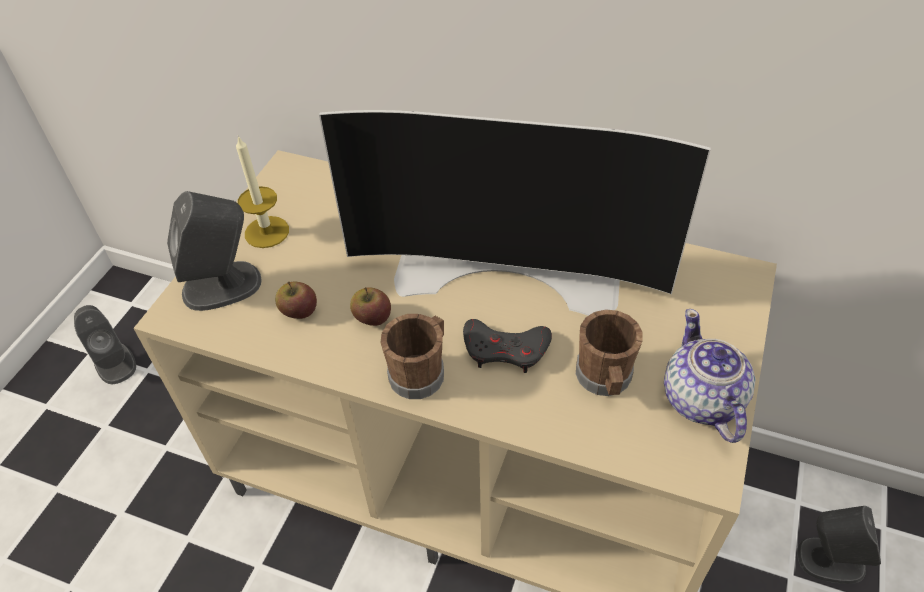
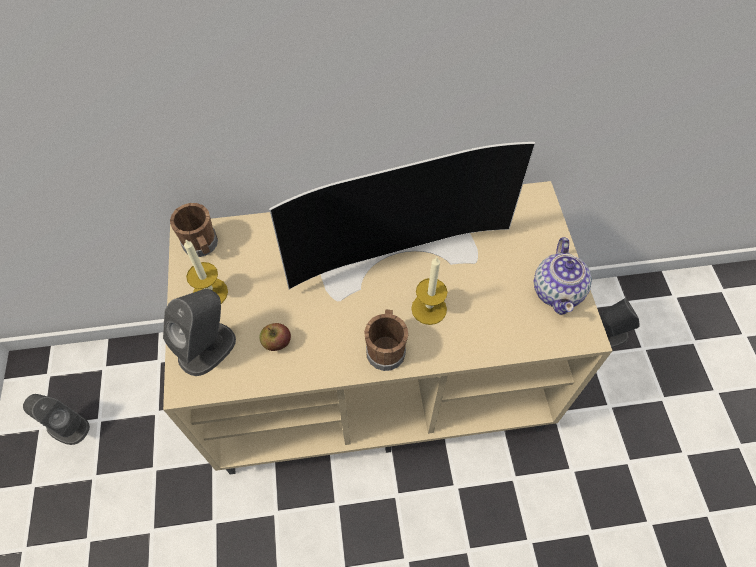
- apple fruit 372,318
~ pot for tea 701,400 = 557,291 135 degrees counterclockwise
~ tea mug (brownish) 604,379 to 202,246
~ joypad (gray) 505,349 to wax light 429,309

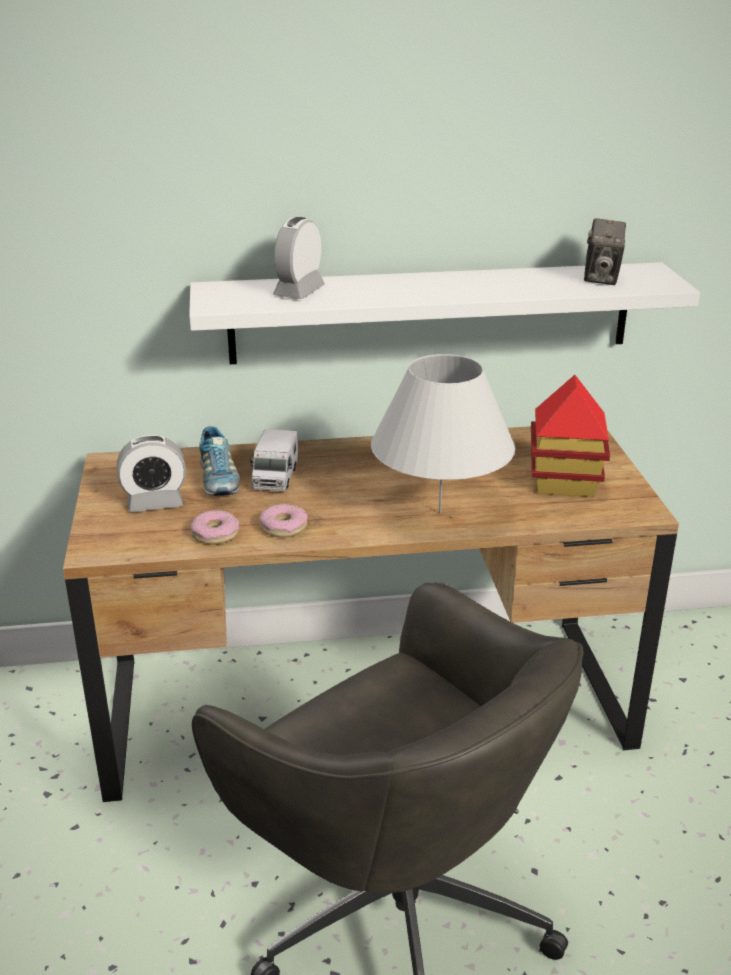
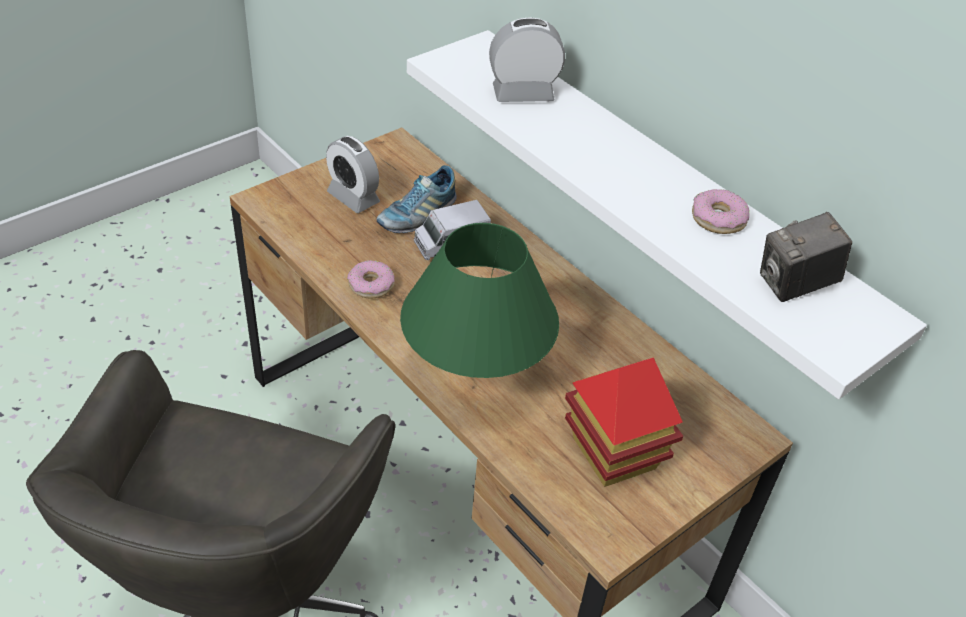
~ lamp for a table (whitish) 439,512 to lamp for a table (green) 475,376
~ doughnut 215,534 to 718,219

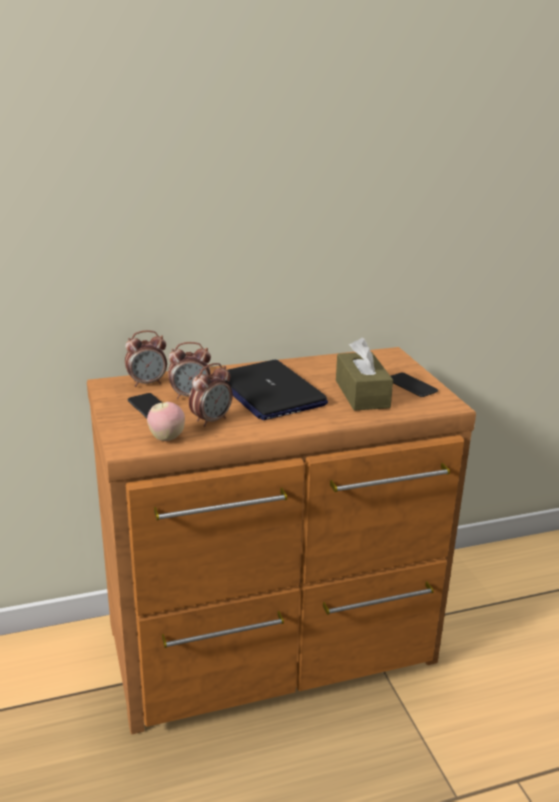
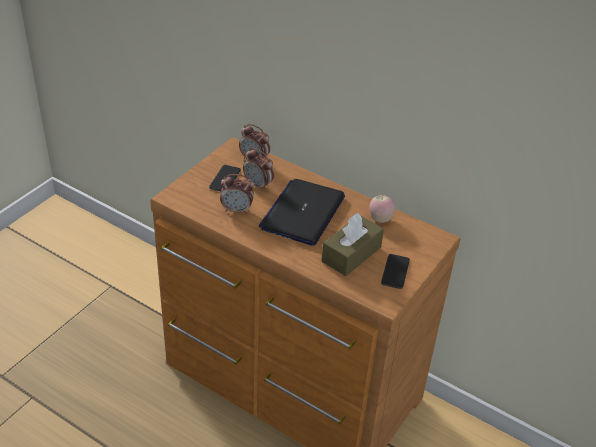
~ apple fruit 167,438 to 380,219

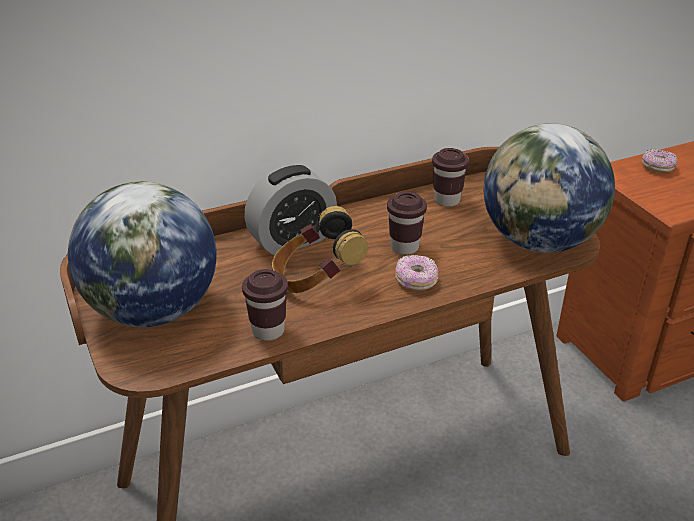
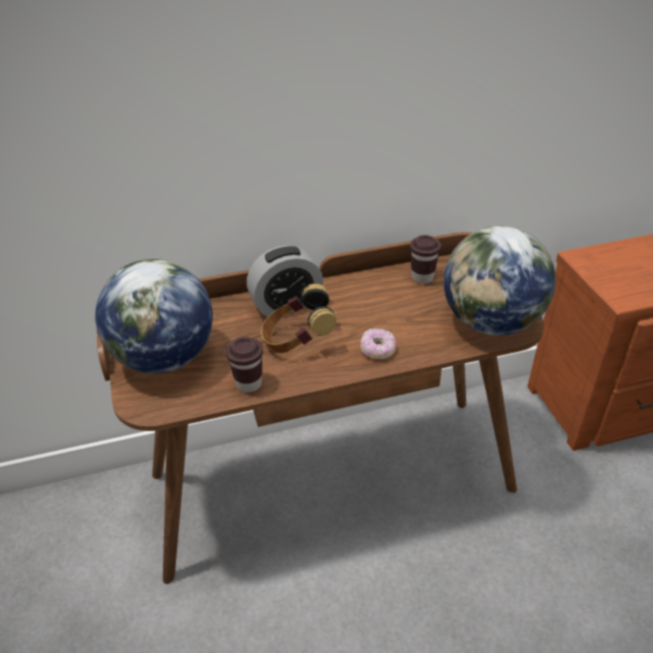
- doughnut 657,168
- small cup (brownish) 404,247

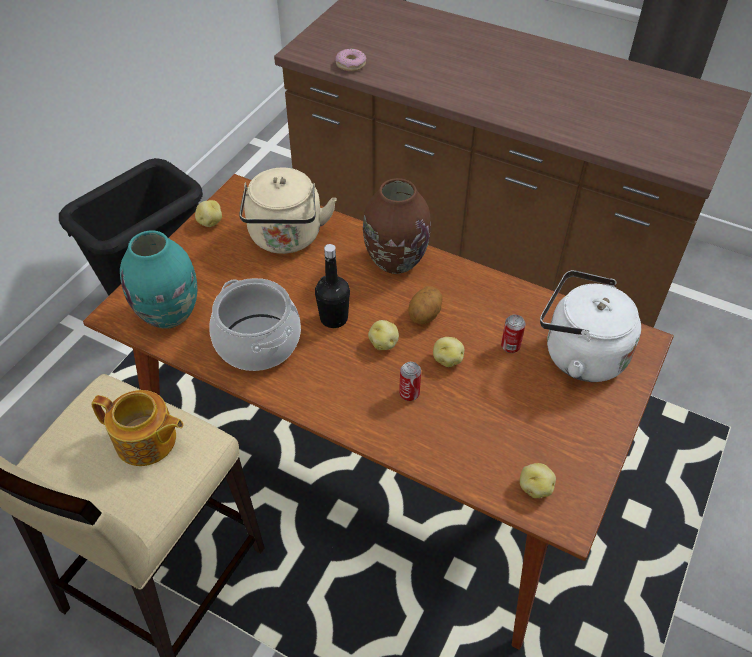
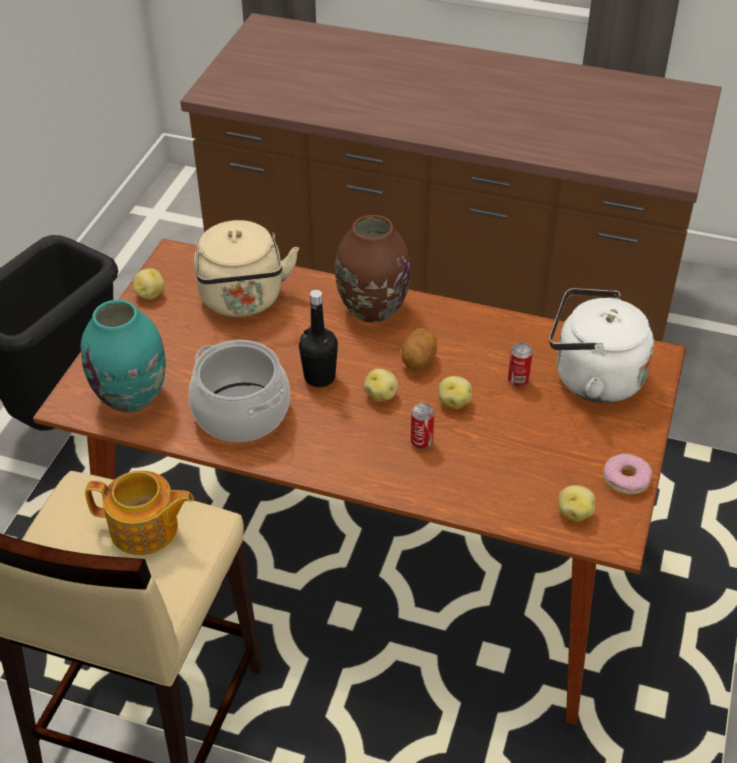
~ doughnut 350,64 to 626,479

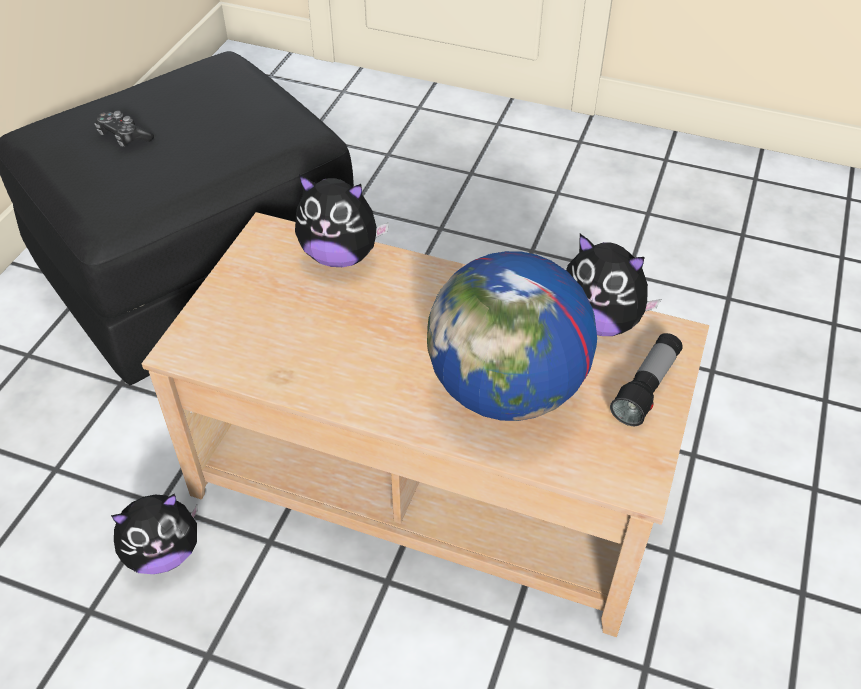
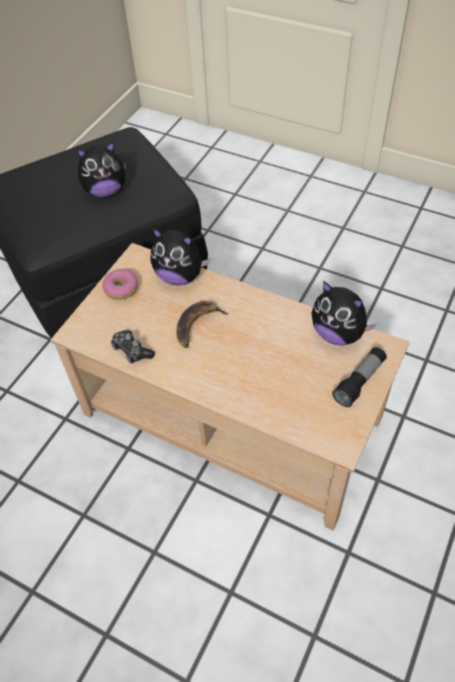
~ joypad 124,137 to 132,351
- desk globe 506,390
~ soft toy 163,553 to 105,191
+ doughnut 121,288
+ banana fruit 197,325

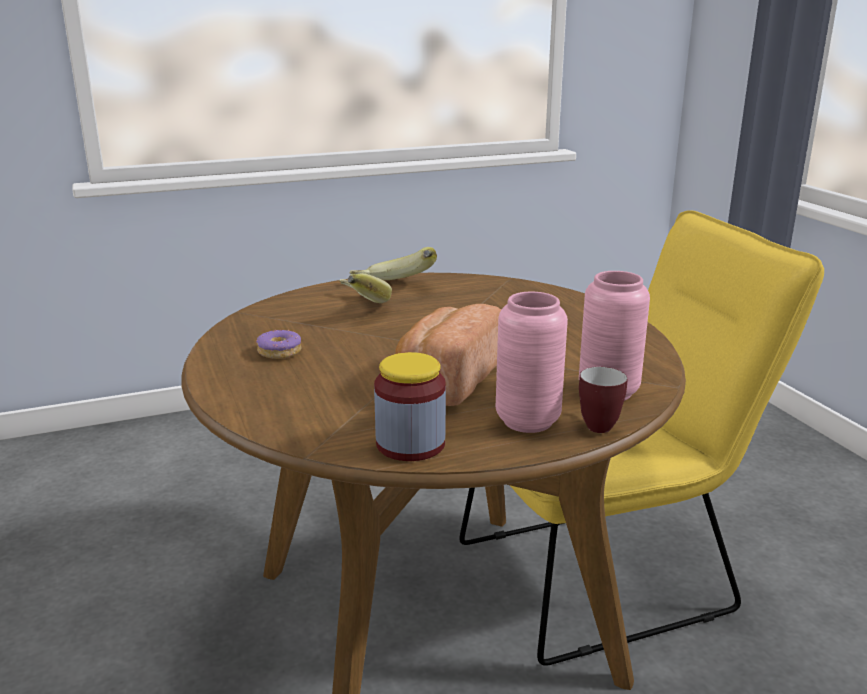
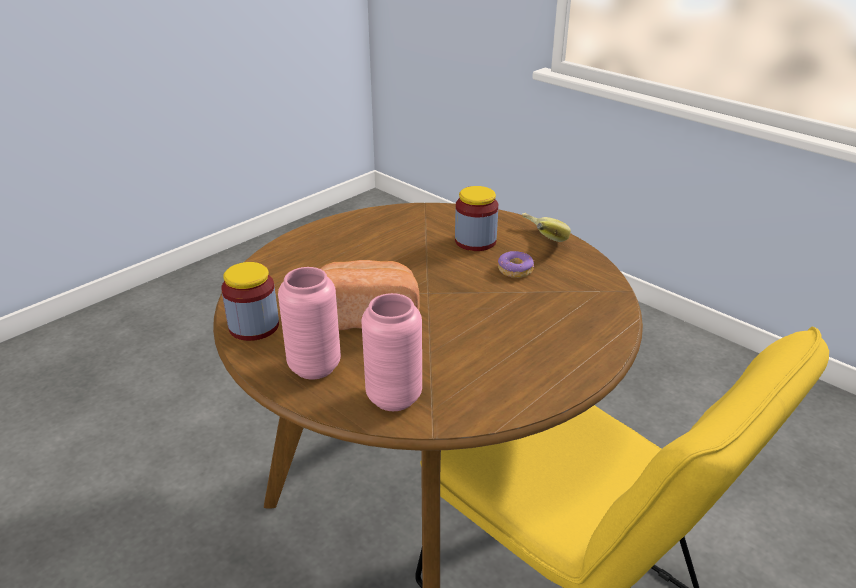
~ banana fruit 357,307 to storage jar 475,241
~ doughnut 280,352 to 515,270
- tea mug 596,424

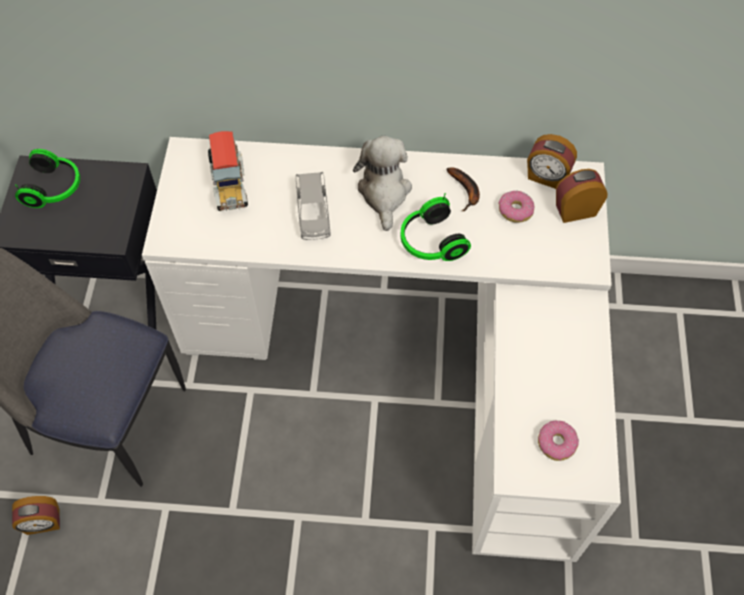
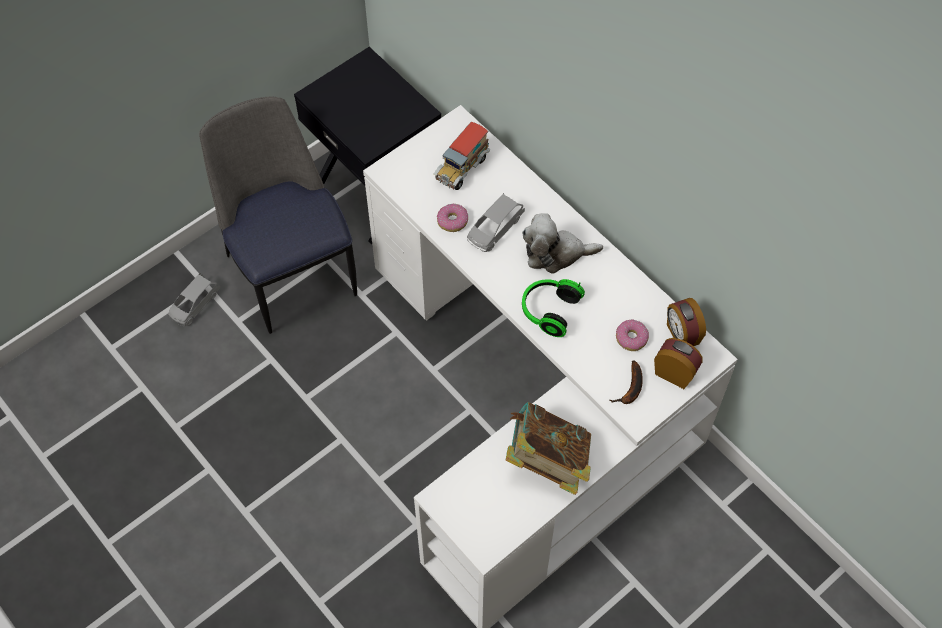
~ soft toy 384,193 = 556,253 135 degrees counterclockwise
- headset 55,188
~ banana fruit 466,191 to 631,389
~ doughnut 556,443 to 452,221
~ table clock 43,522 to model car (gray) 194,305
+ book 547,460

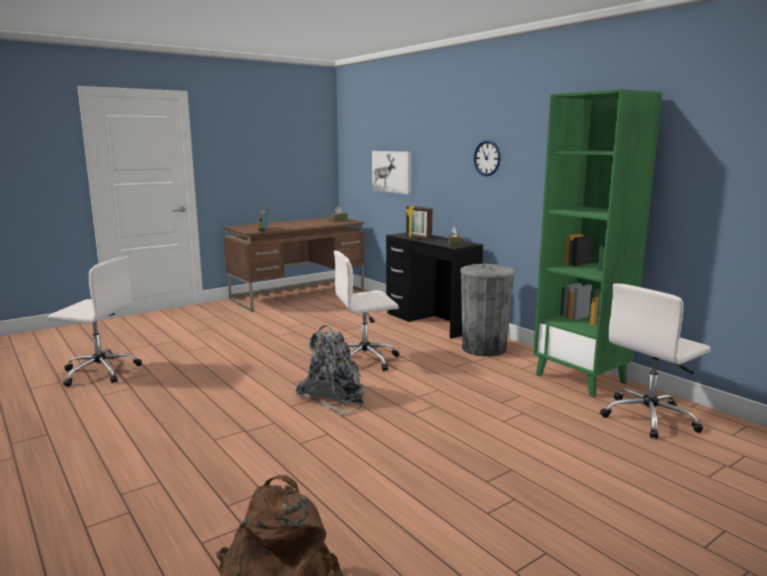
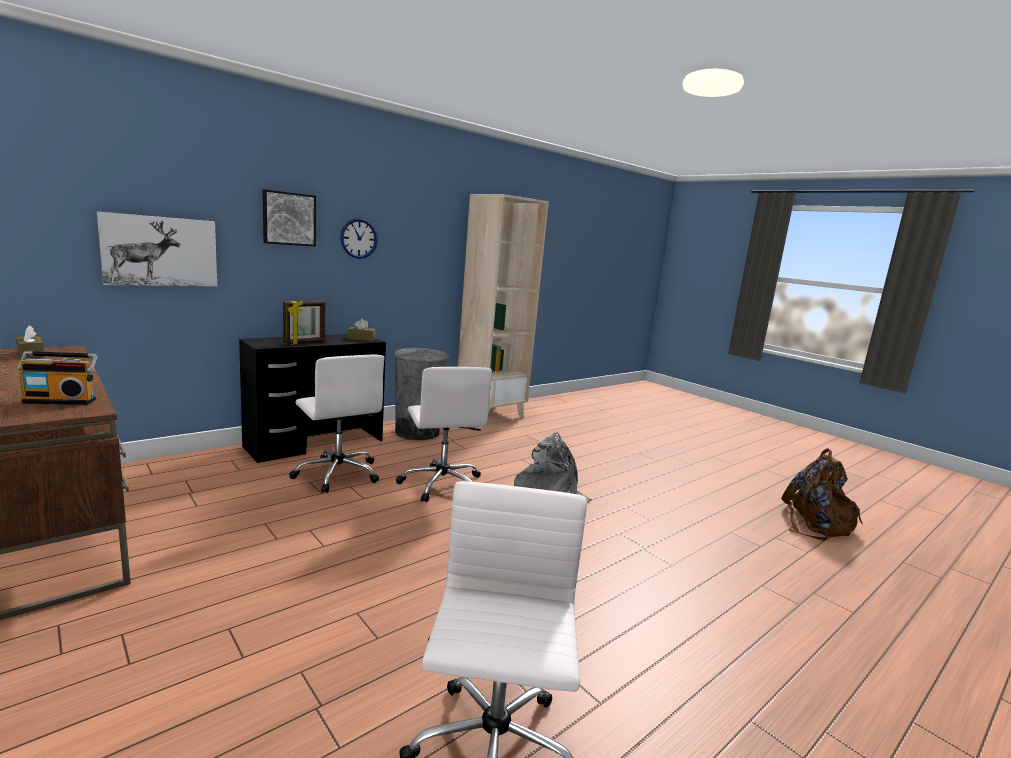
~ bookcase (green) 581,378 to bookcase (beige) 490,414
~ computer chair (whitish) 649,417 to 337,474
+ wall art 289,218

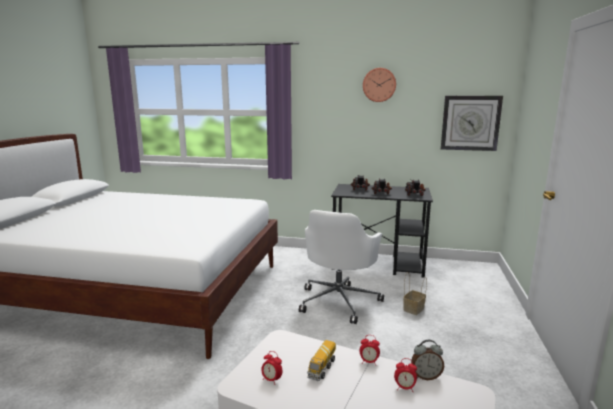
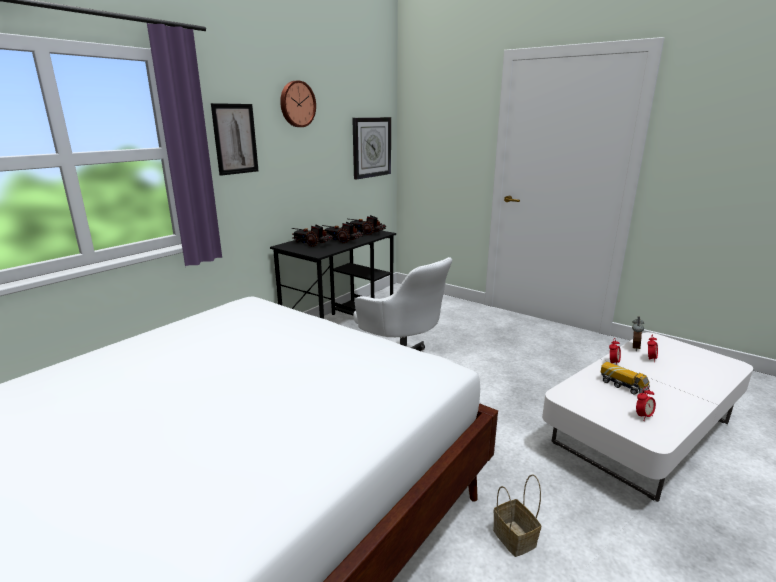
~ basket 413,308 to 512,537
+ wall art 235,139

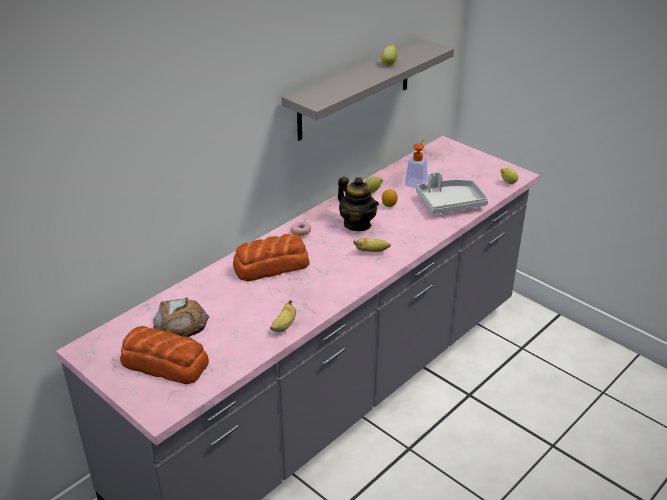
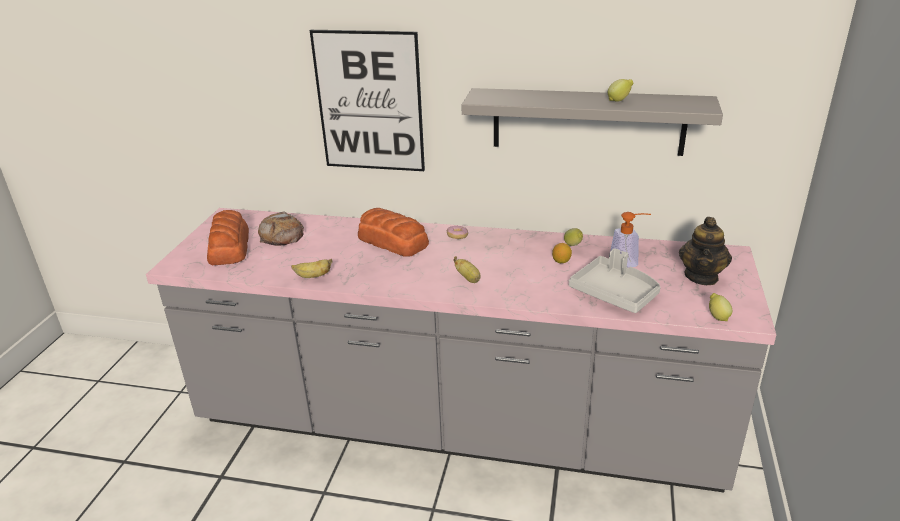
~ pot for tea 357,224 to 701,276
+ wall art 369,102

